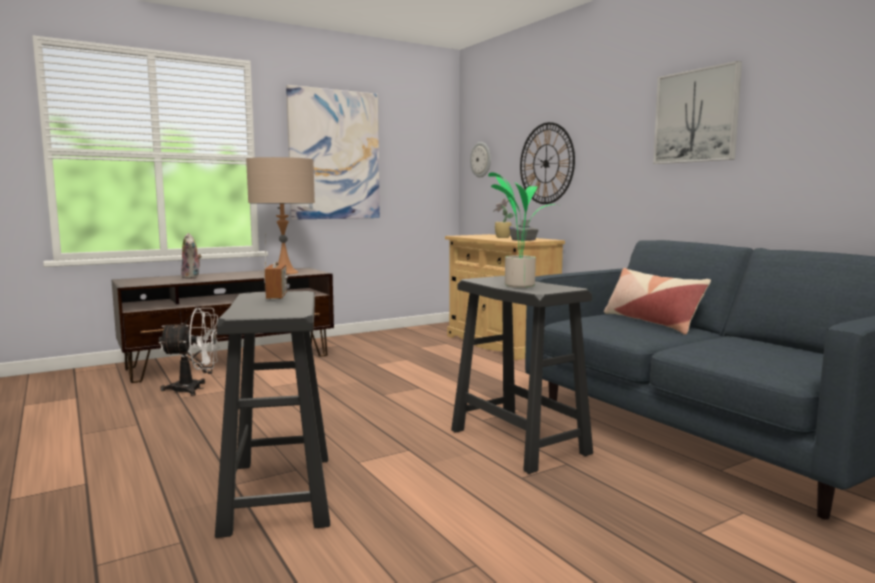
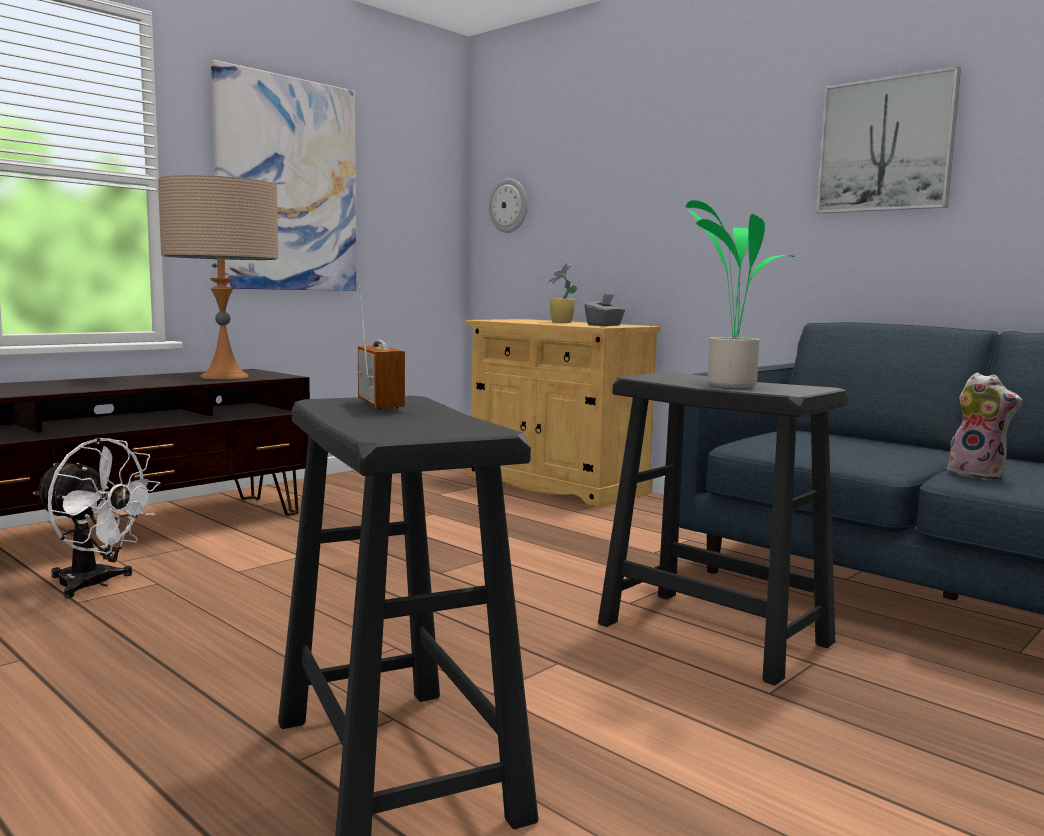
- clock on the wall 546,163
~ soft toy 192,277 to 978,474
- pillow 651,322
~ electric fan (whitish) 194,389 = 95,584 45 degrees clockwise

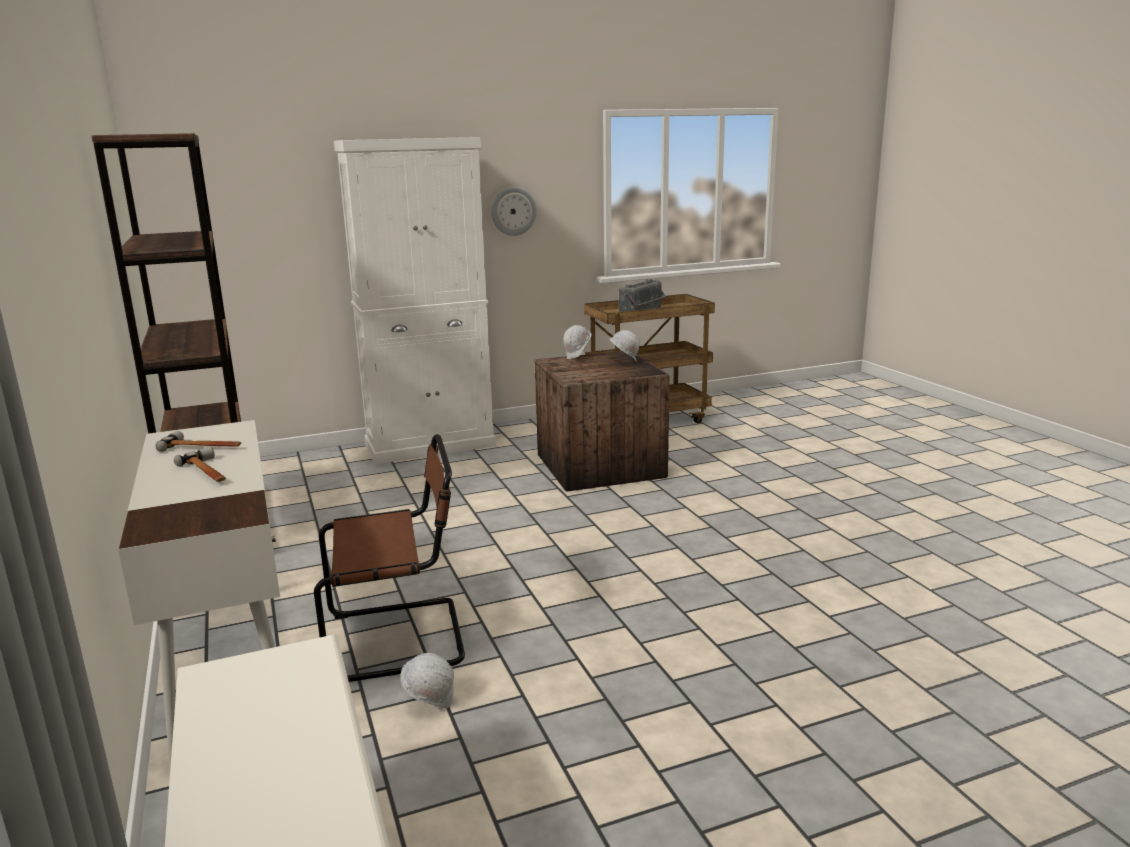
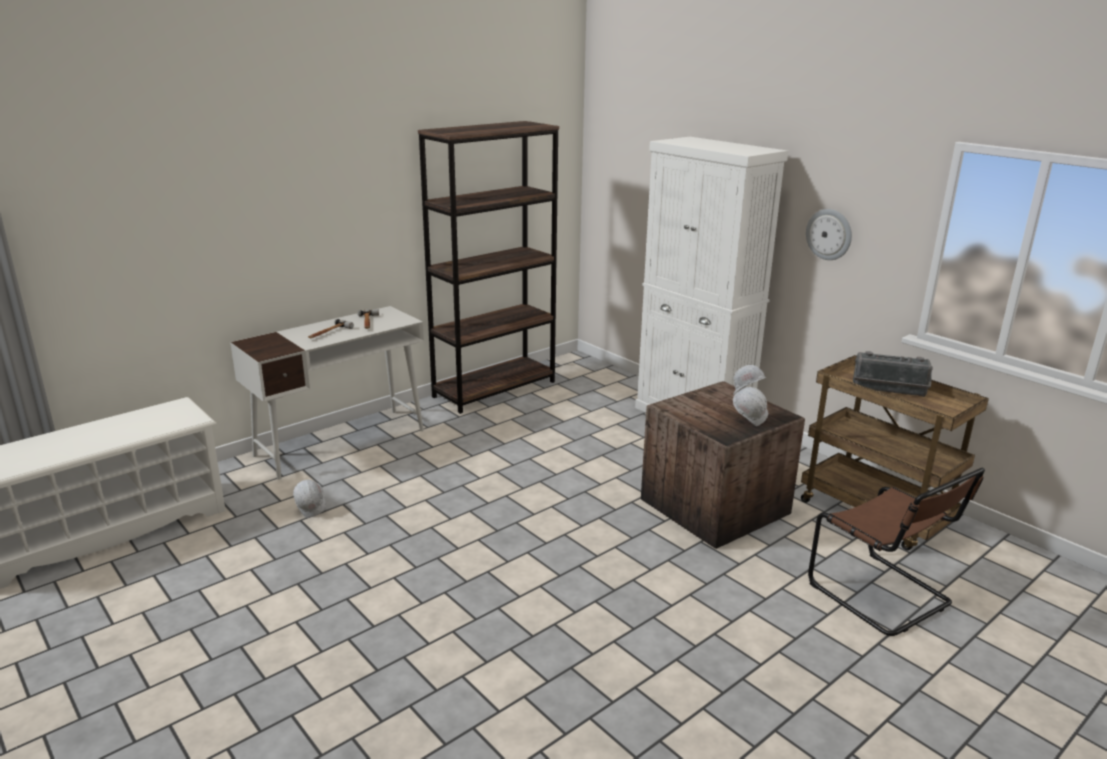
~ plain chair (brownish) 401,639 to 883,596

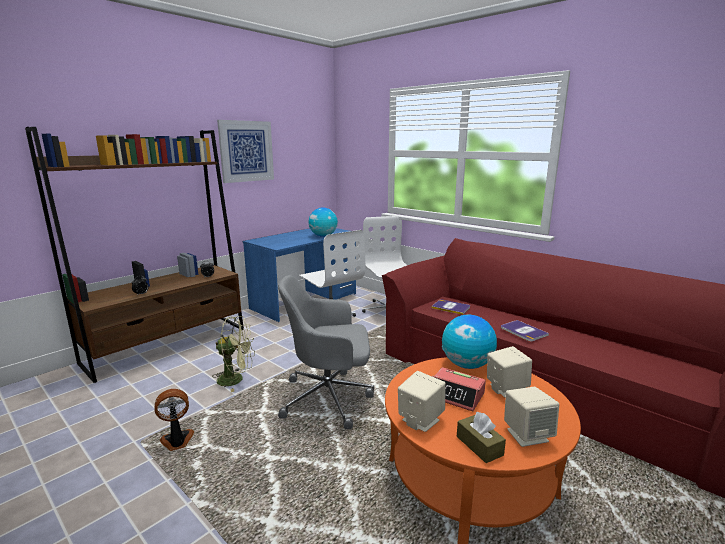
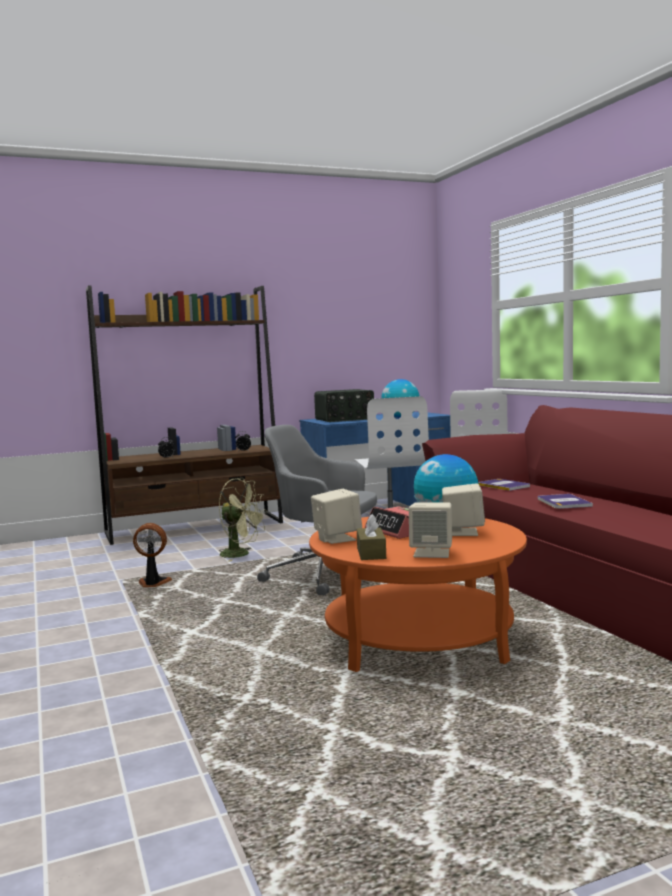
- wall art 246,151
+ radio set 345,419

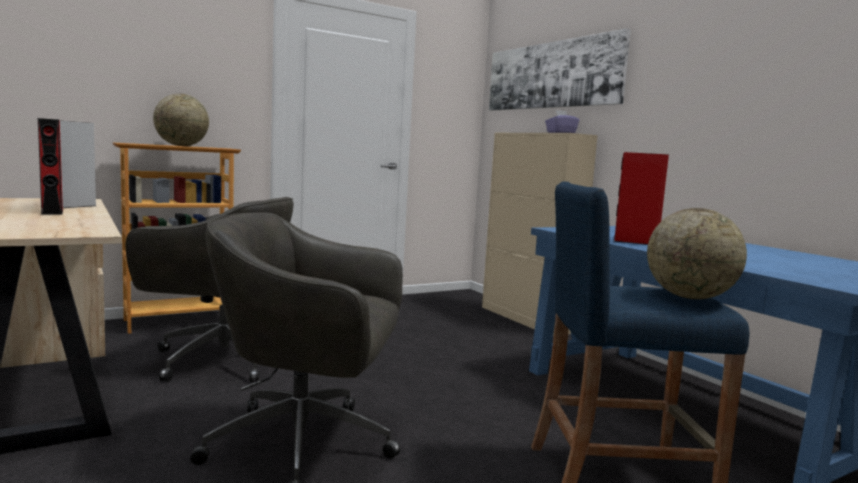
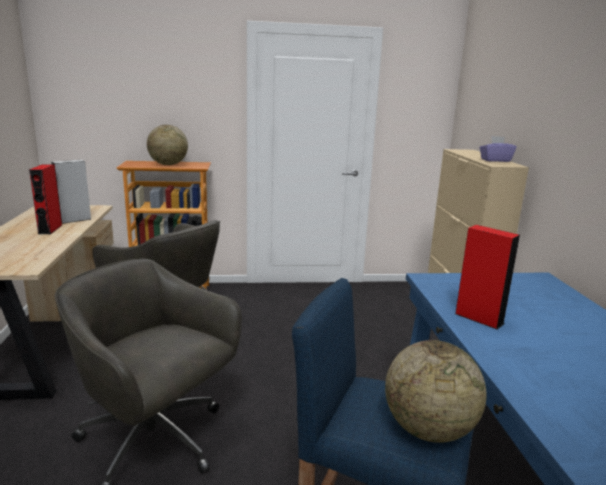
- wall art 551,75

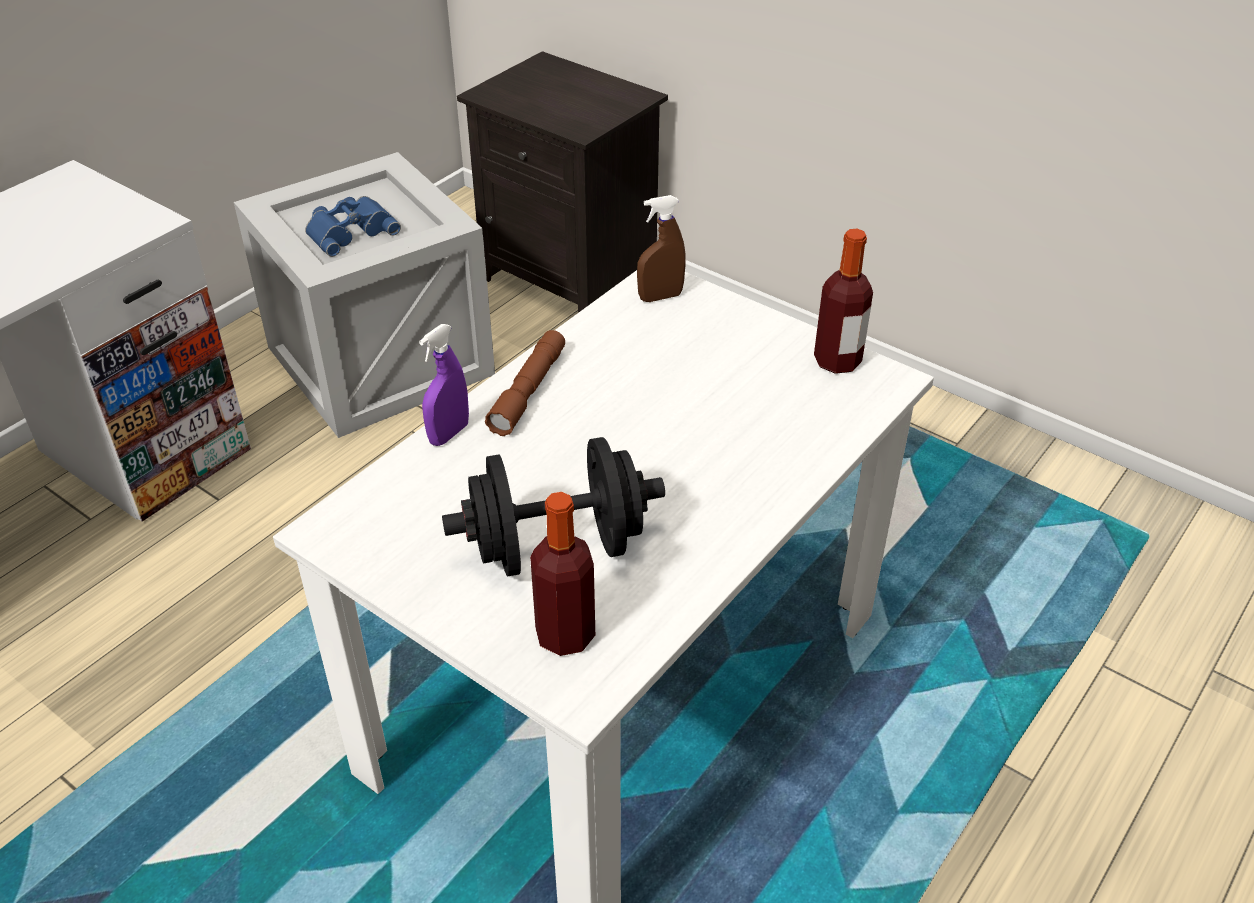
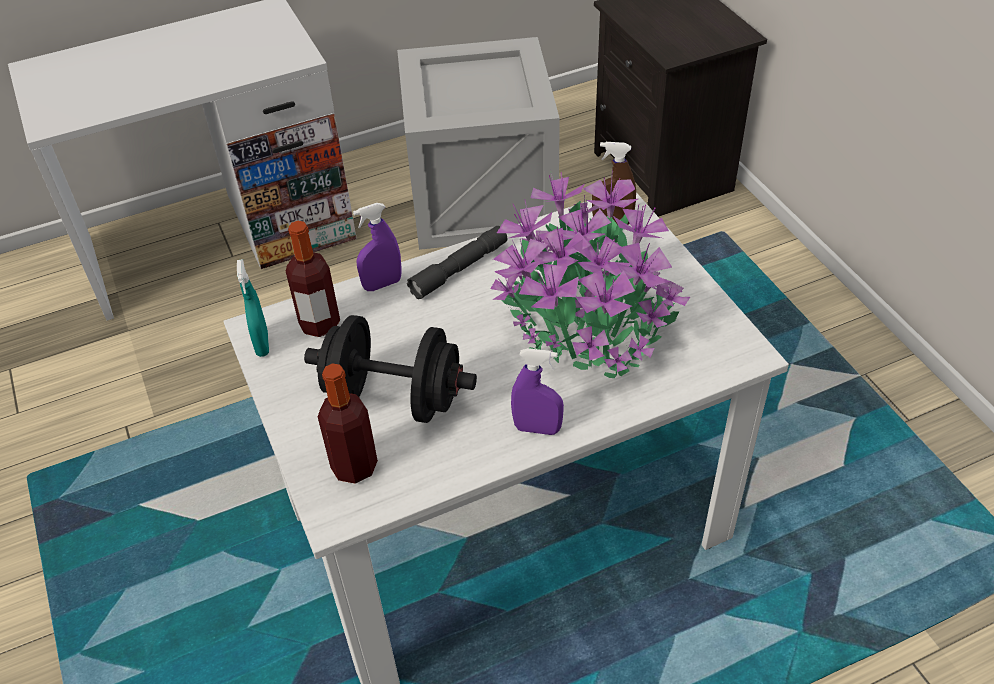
- binoculars (blue) 350,231
~ bottle 837,361 to 320,324
~ hand torch (brownish) 528,391 to hand torch (gray) 459,269
+ houseplant 586,322
+ sprayer (blue-green) 262,344
+ sprayer (purple-coloured) 537,428

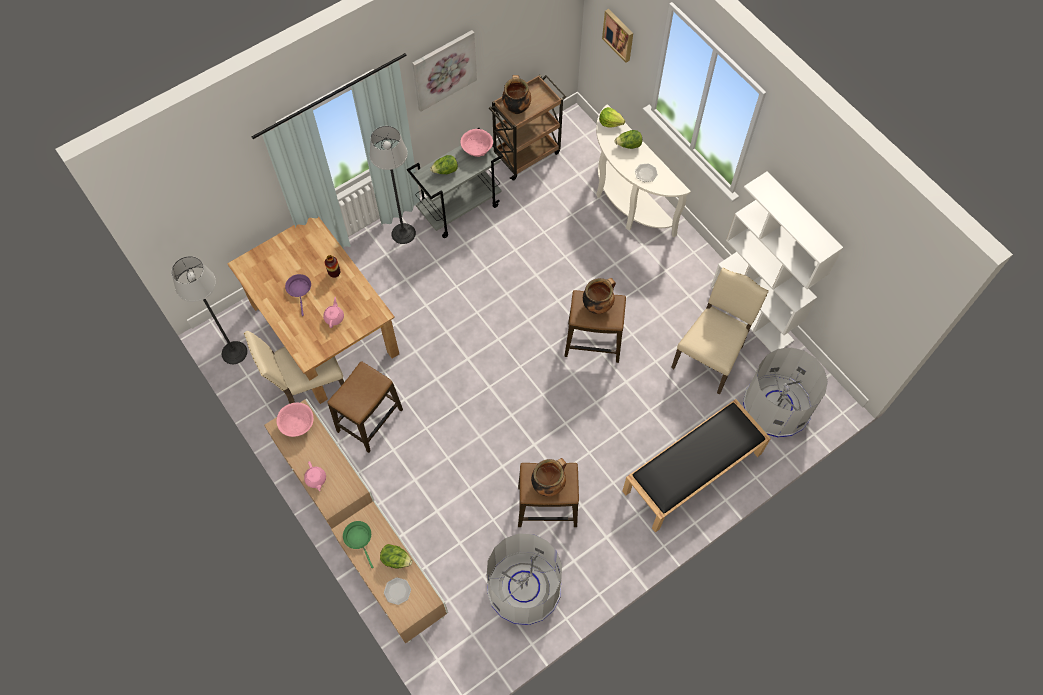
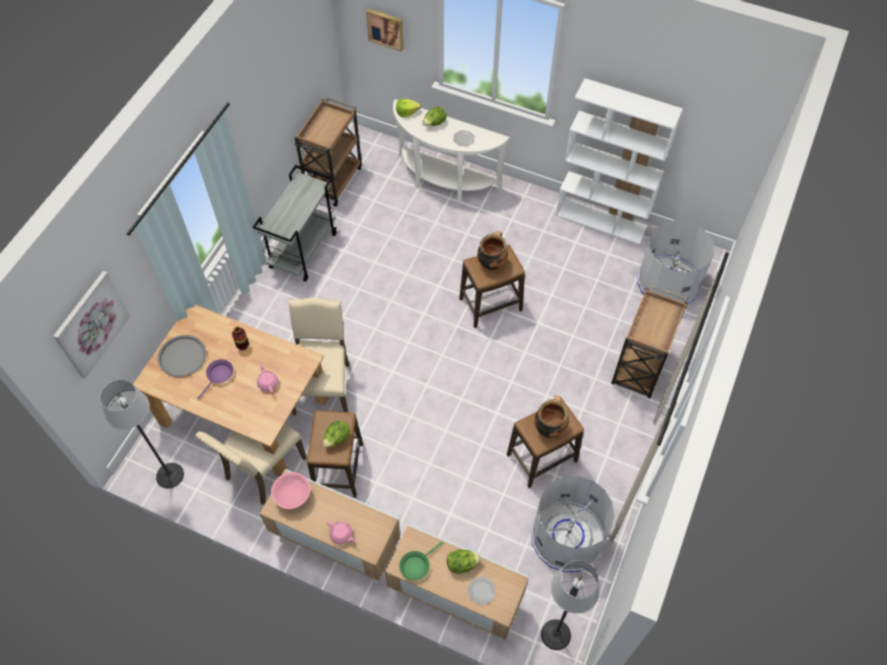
~ wall art 444,69 to 91,324
- cooking pot 516,107
~ standard lamp 403,233 to 555,635
- serving bowl (pinkish) 477,150
~ head of lettuce 445,171 to 337,438
~ plain chair (beige) 710,356 to 323,387
~ pan (purple-coloured) 299,290 = 219,376 75 degrees clockwise
~ long seat (black-coloured) 692,473 to trolley (brownish) 639,368
~ pan (green) 359,539 = 416,565 75 degrees counterclockwise
+ carrying tray (gray) 182,356

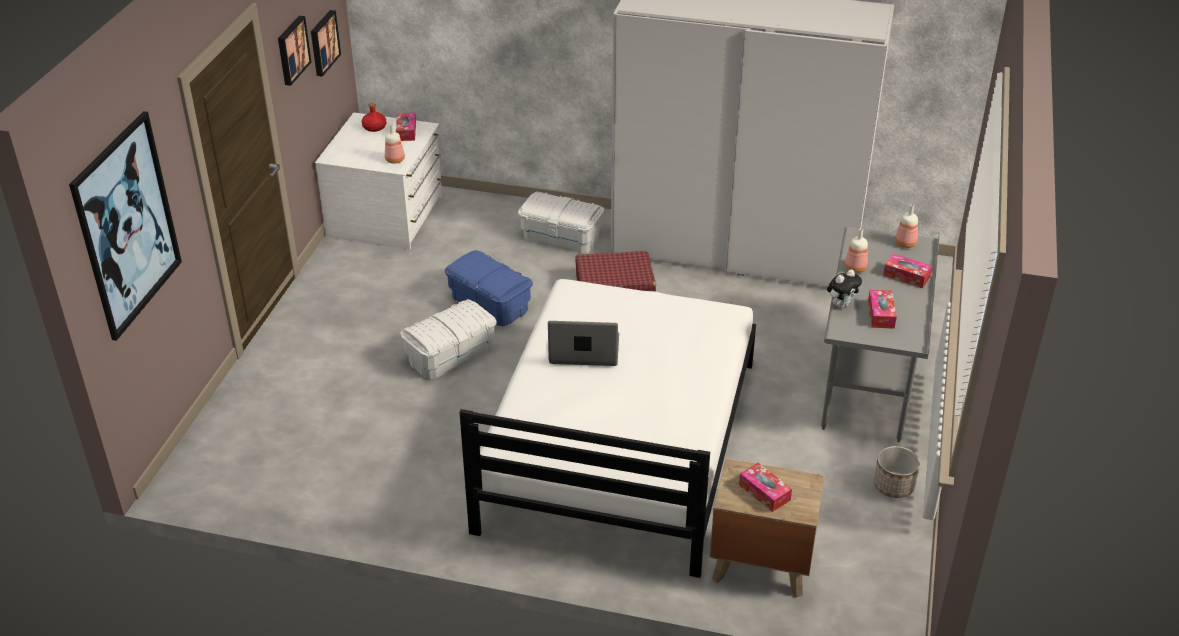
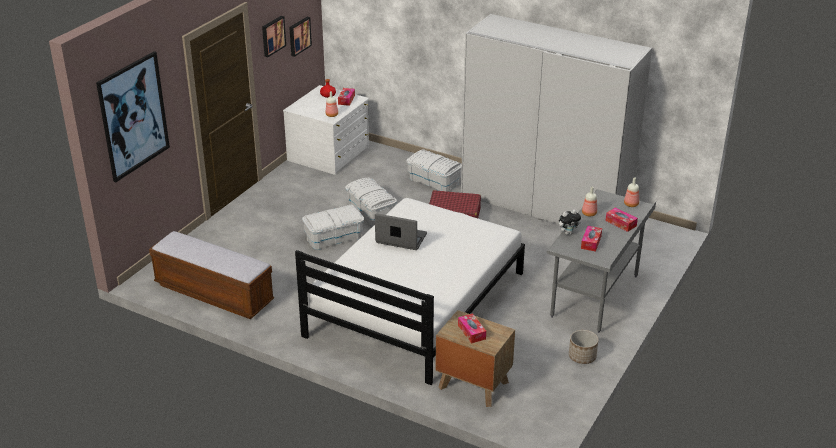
~ storage container (blue) 489,303 to storage container (whitish) 370,212
+ long seat 214,293

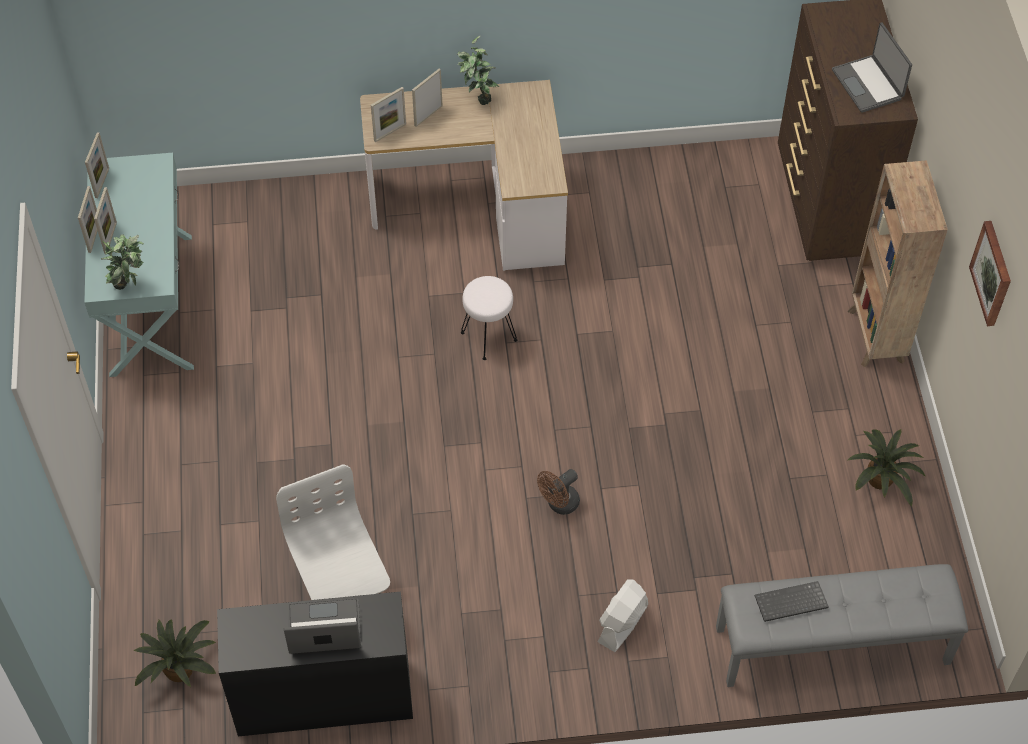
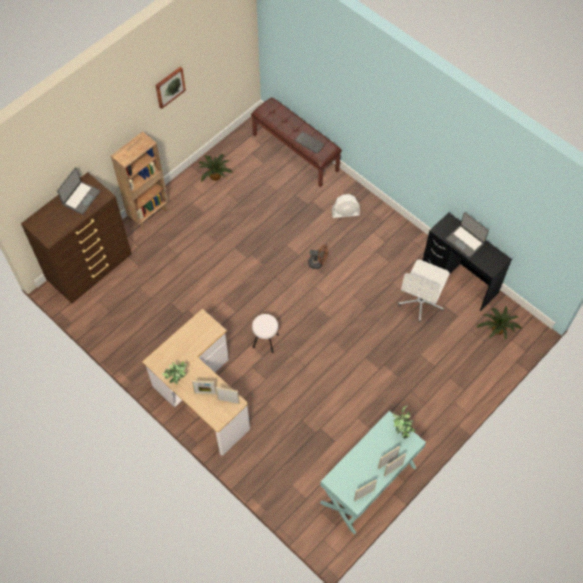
~ long seat (gray) 832,646 to long seat (brownish) 296,152

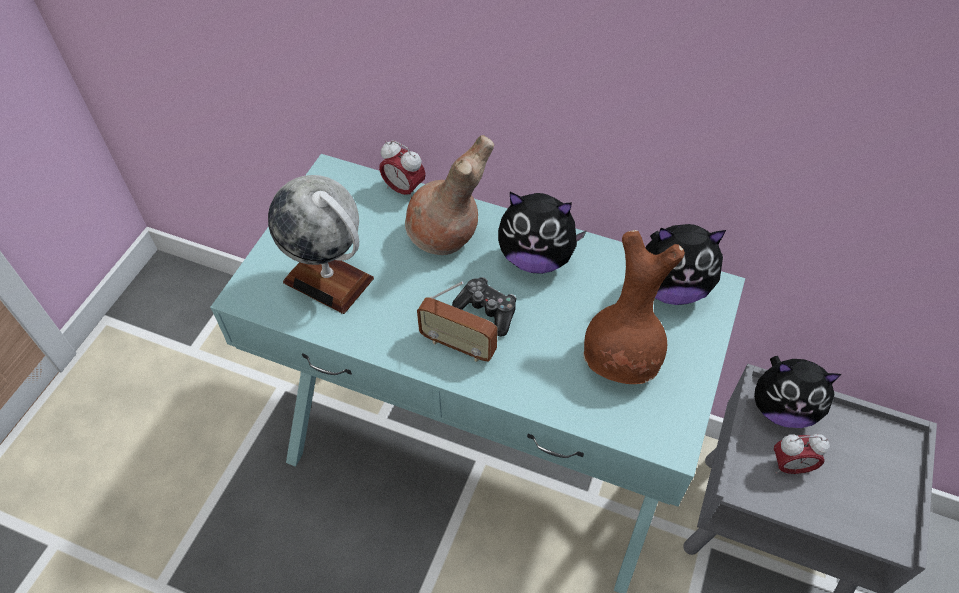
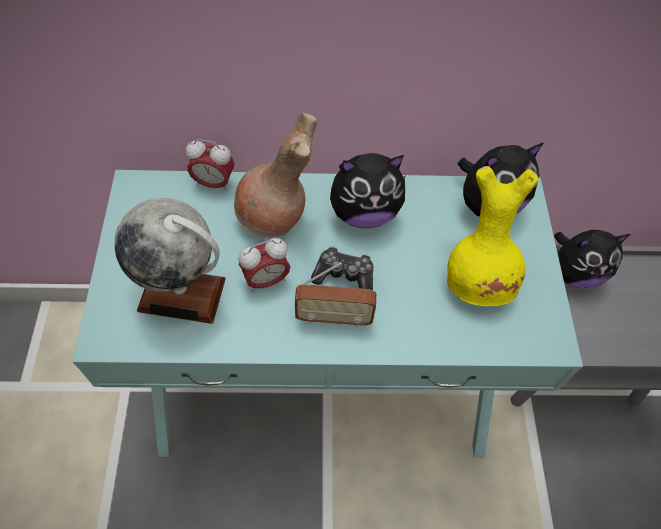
~ flower vase (brownish) 623,359 to flower vase (yellow-coloured) 479,281
~ table clock 790,466 to 266,280

